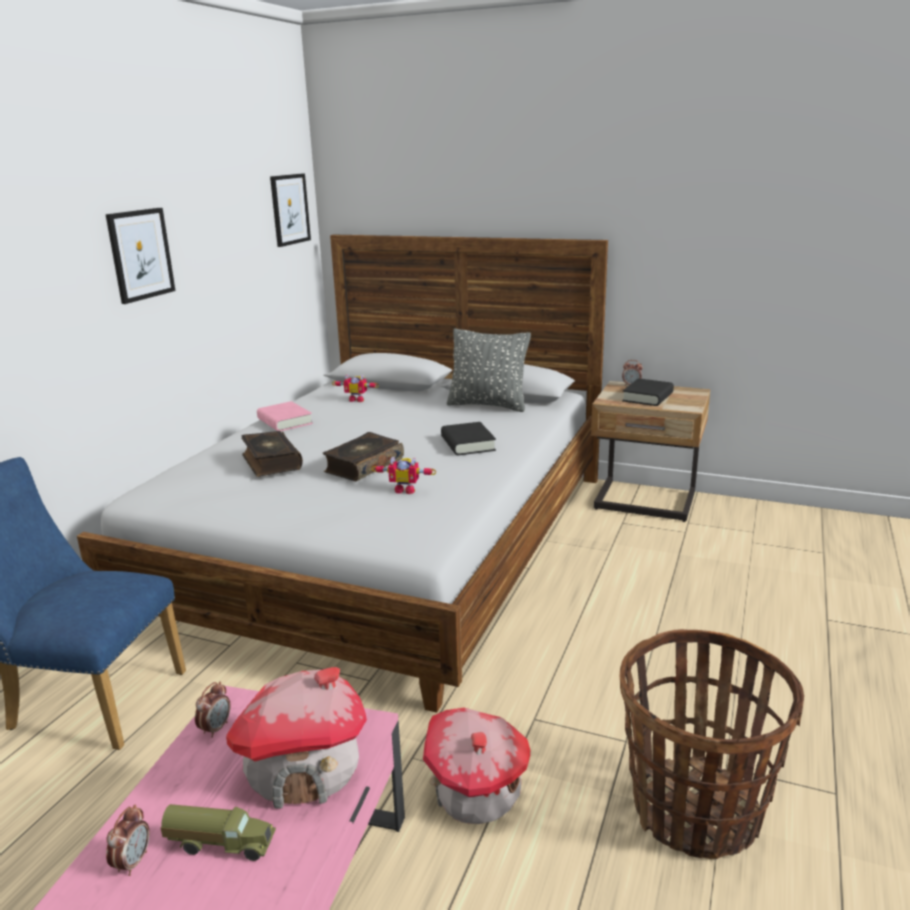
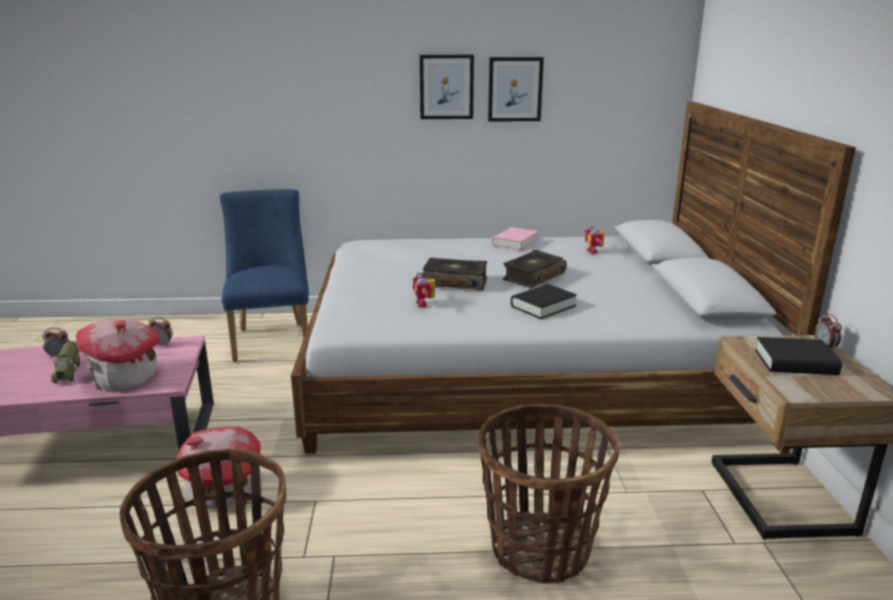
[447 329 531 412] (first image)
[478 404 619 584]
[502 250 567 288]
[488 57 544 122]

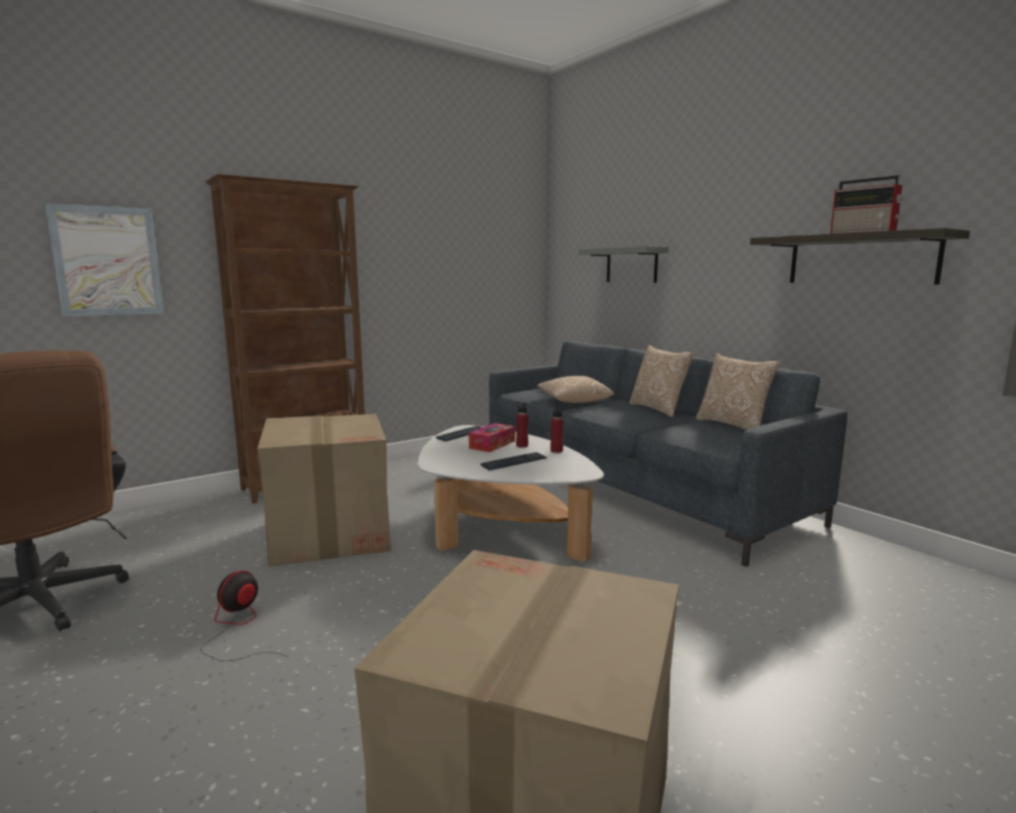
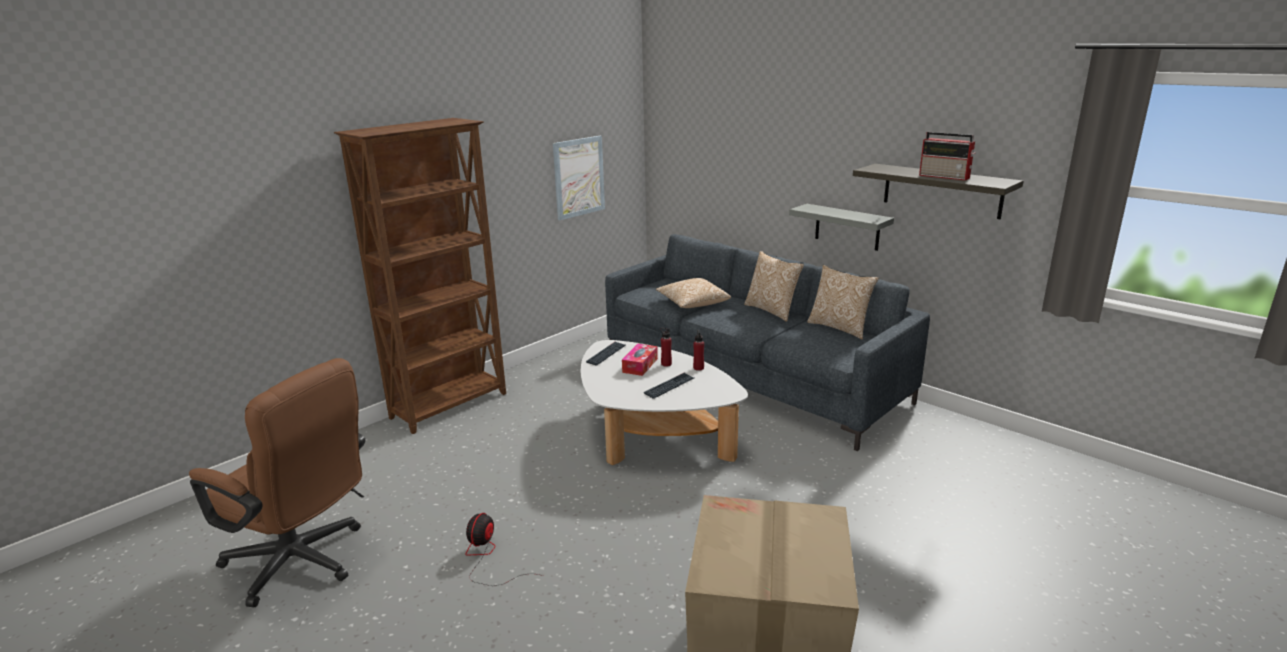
[257 414 391 567] (first image)
[553 136 605 220]
[789 204 894 251]

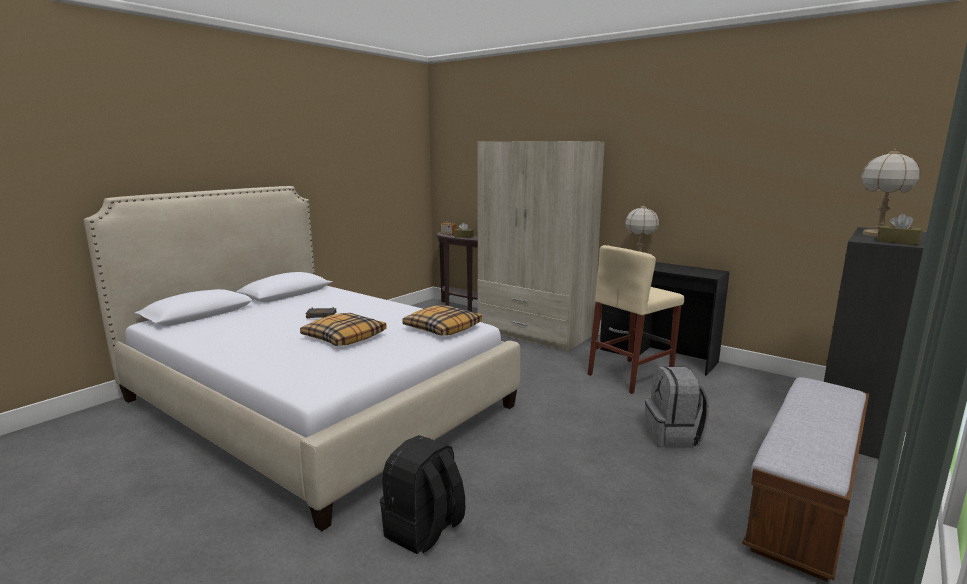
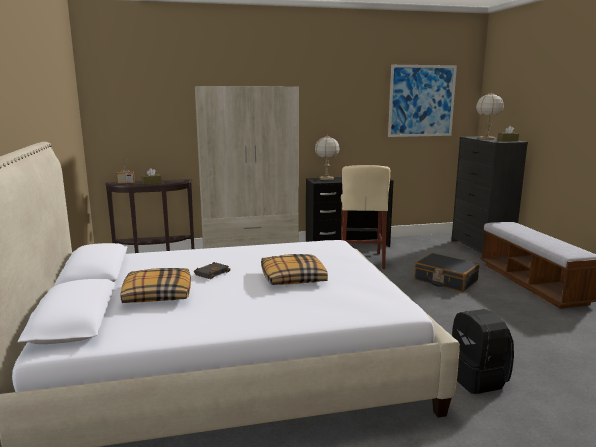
[388 65 457 137]
[120 268 191 303]
[415 253 480 292]

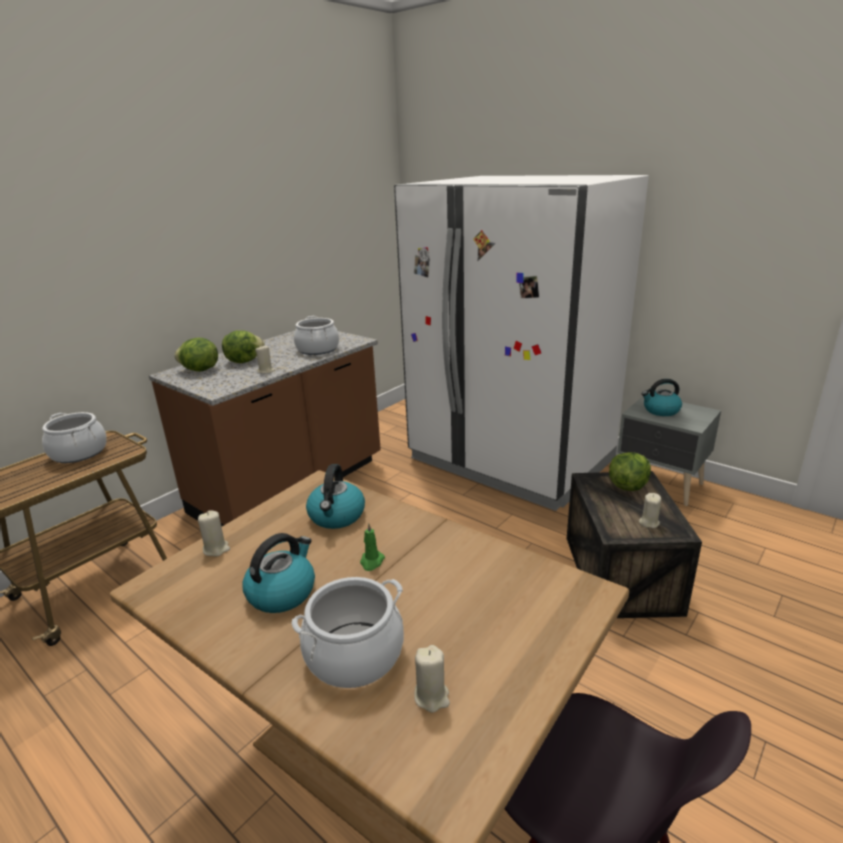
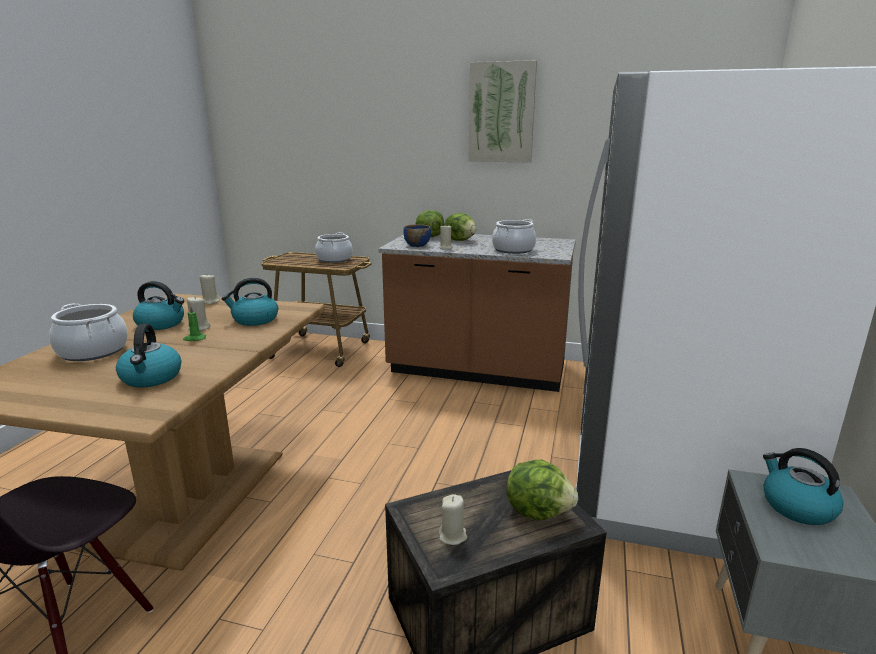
[116 324 181 388]
[404 224 431 247]
[468 60 537 163]
[187 296 211 331]

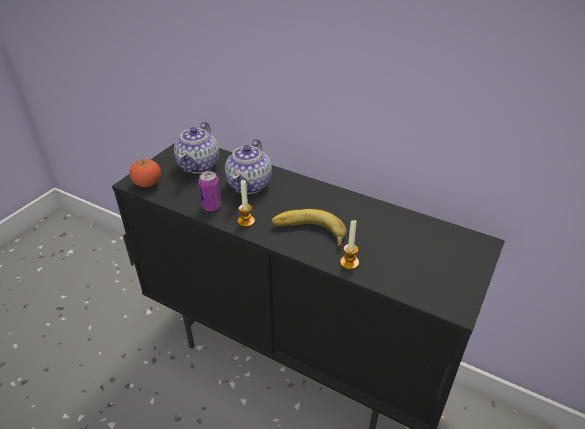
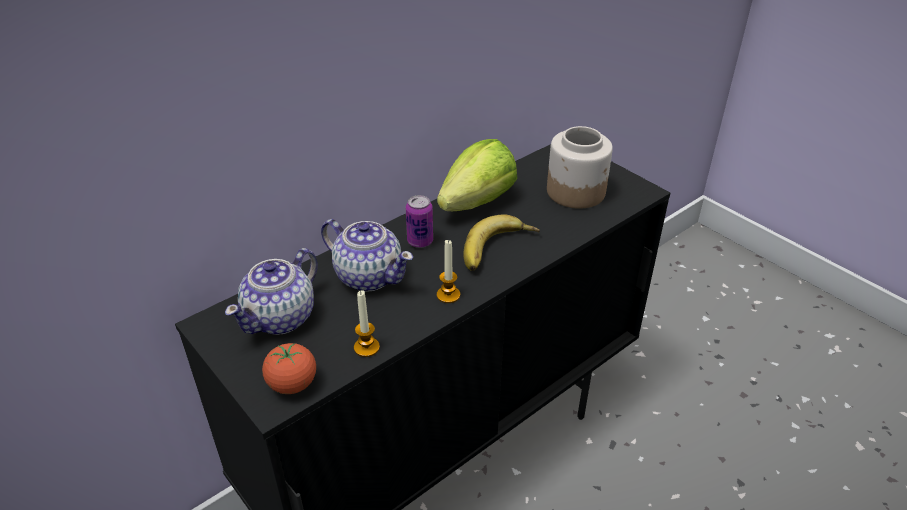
[437 139 517 211]
[547 126 613 209]
[406 195 433 248]
[354 290 380 357]
[225 248 318 335]

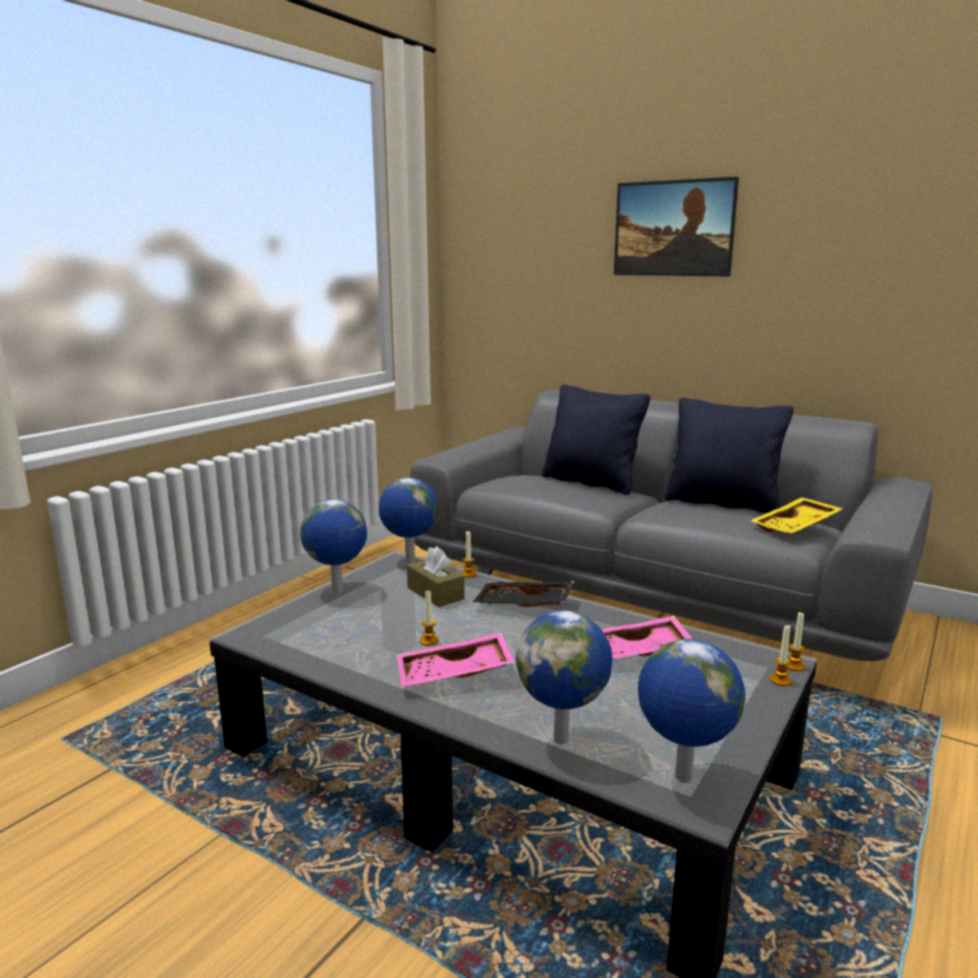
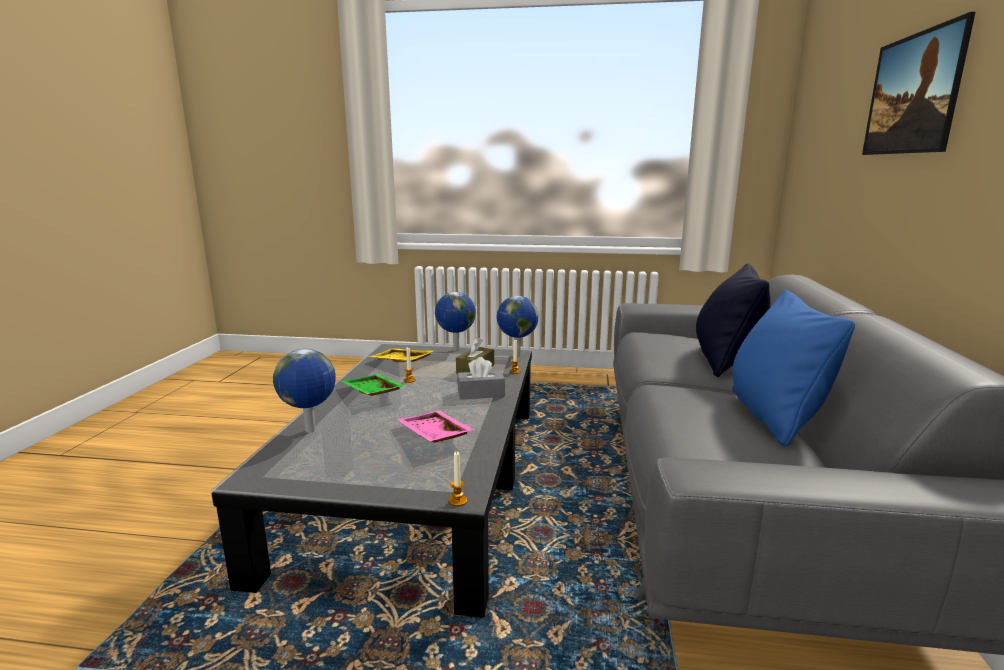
[638 639 745 783] (first image)
[770 624 792 686] (first image)
[368 348 434 362]
[457 357 505 400]
[342 374 406 396]
[732 290 855 447]

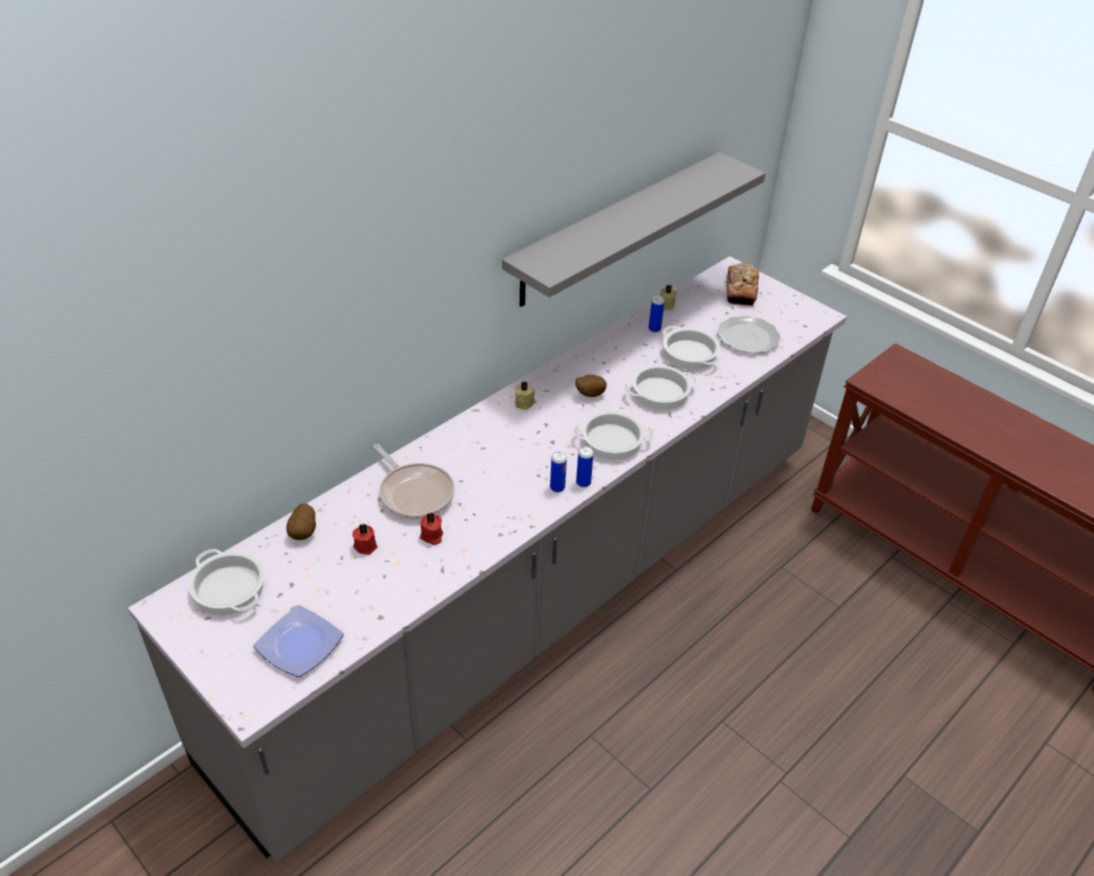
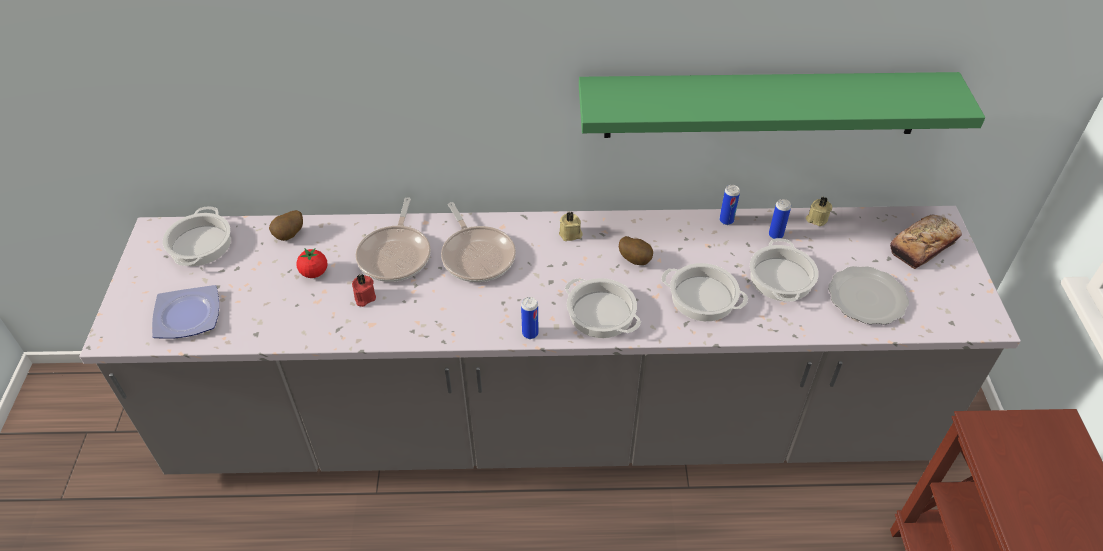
[441 202 516 282]
[719 185 740 225]
[297 248 327 278]
[579 72 985 138]

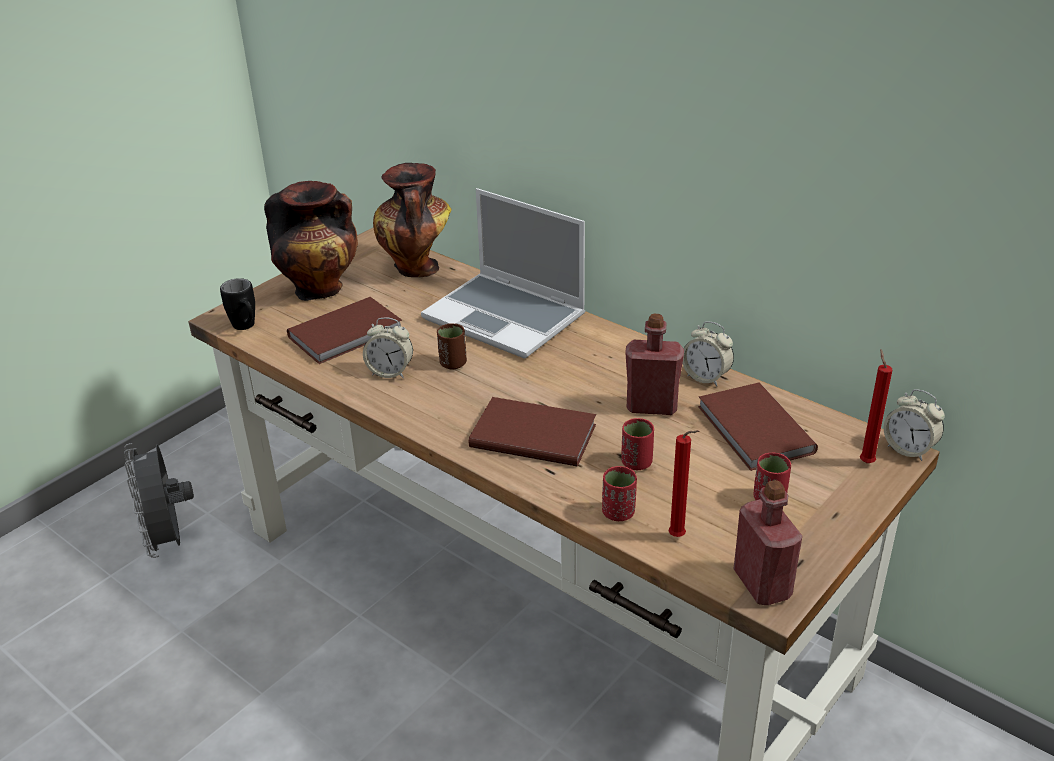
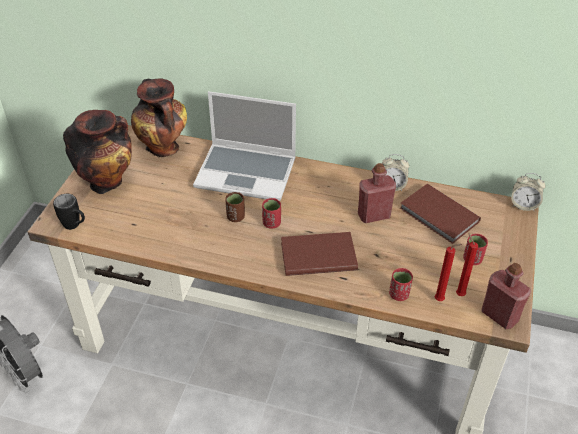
[287 297 402 364] (first image)
[363 317 413 378] (first image)
[262 198 281 229]
[456 233 478 296]

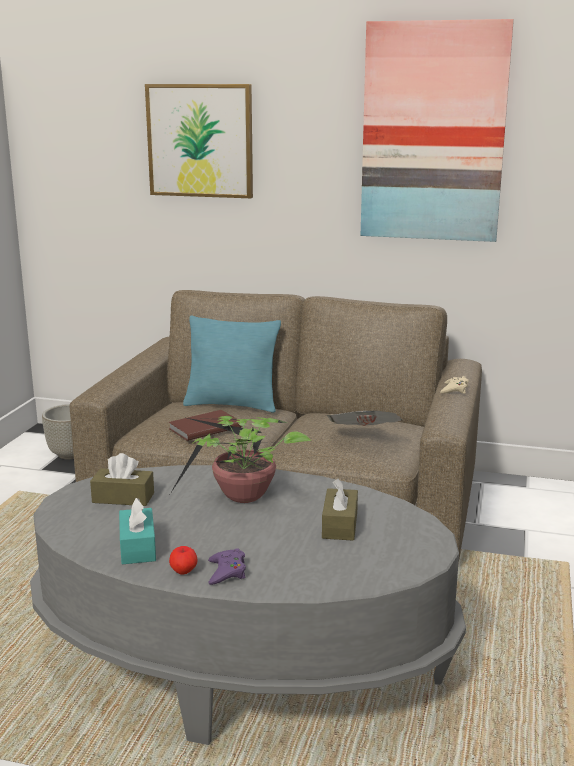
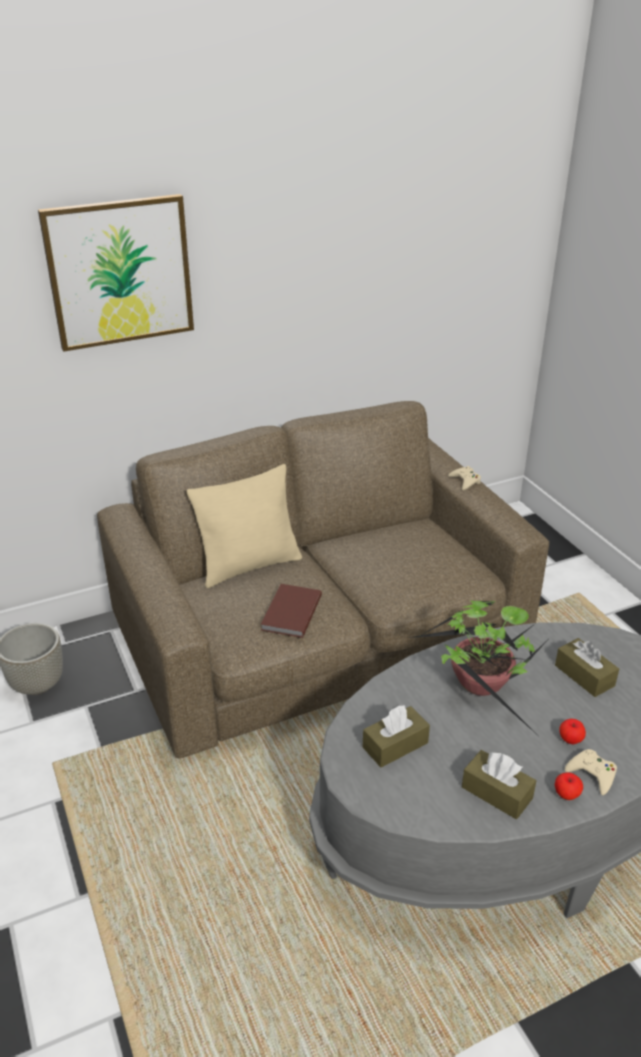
[326 411 403 426] (first image)
[361 19 514 242] (first image)
[559 719 586 744]
[462 750 536 819]
[187 464 302 588]
[565 749 617 795]

